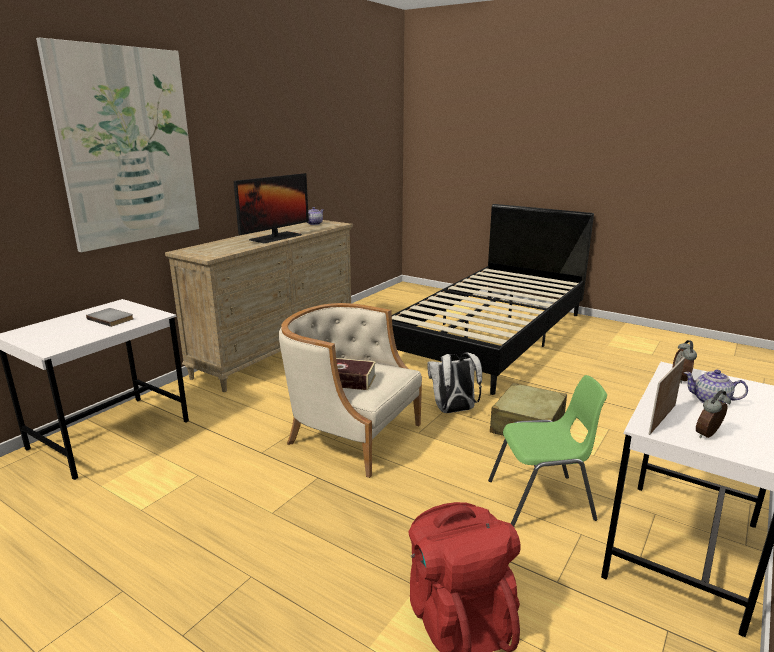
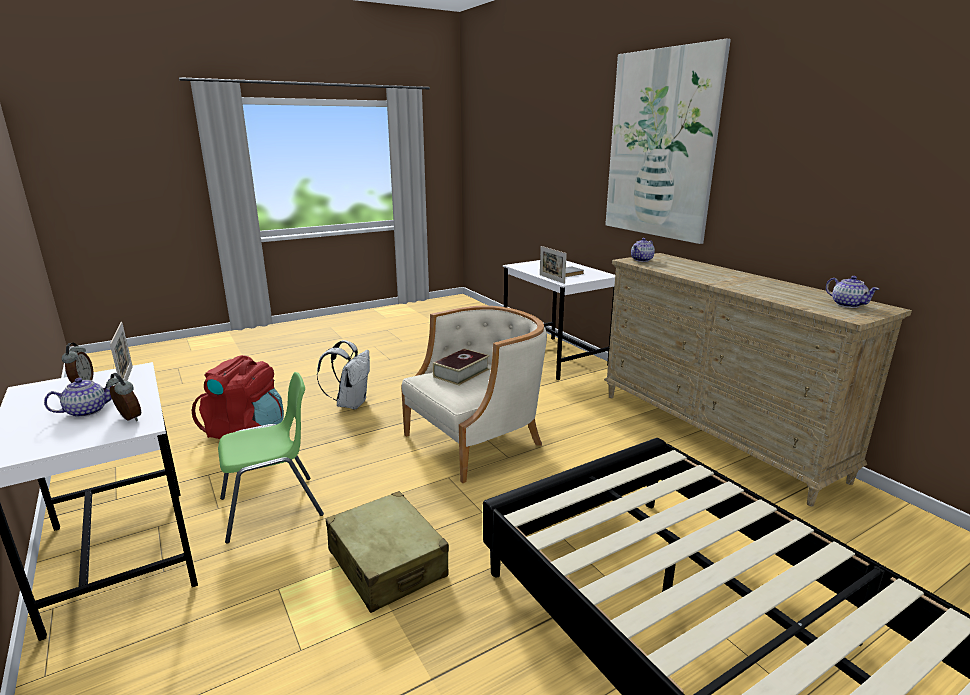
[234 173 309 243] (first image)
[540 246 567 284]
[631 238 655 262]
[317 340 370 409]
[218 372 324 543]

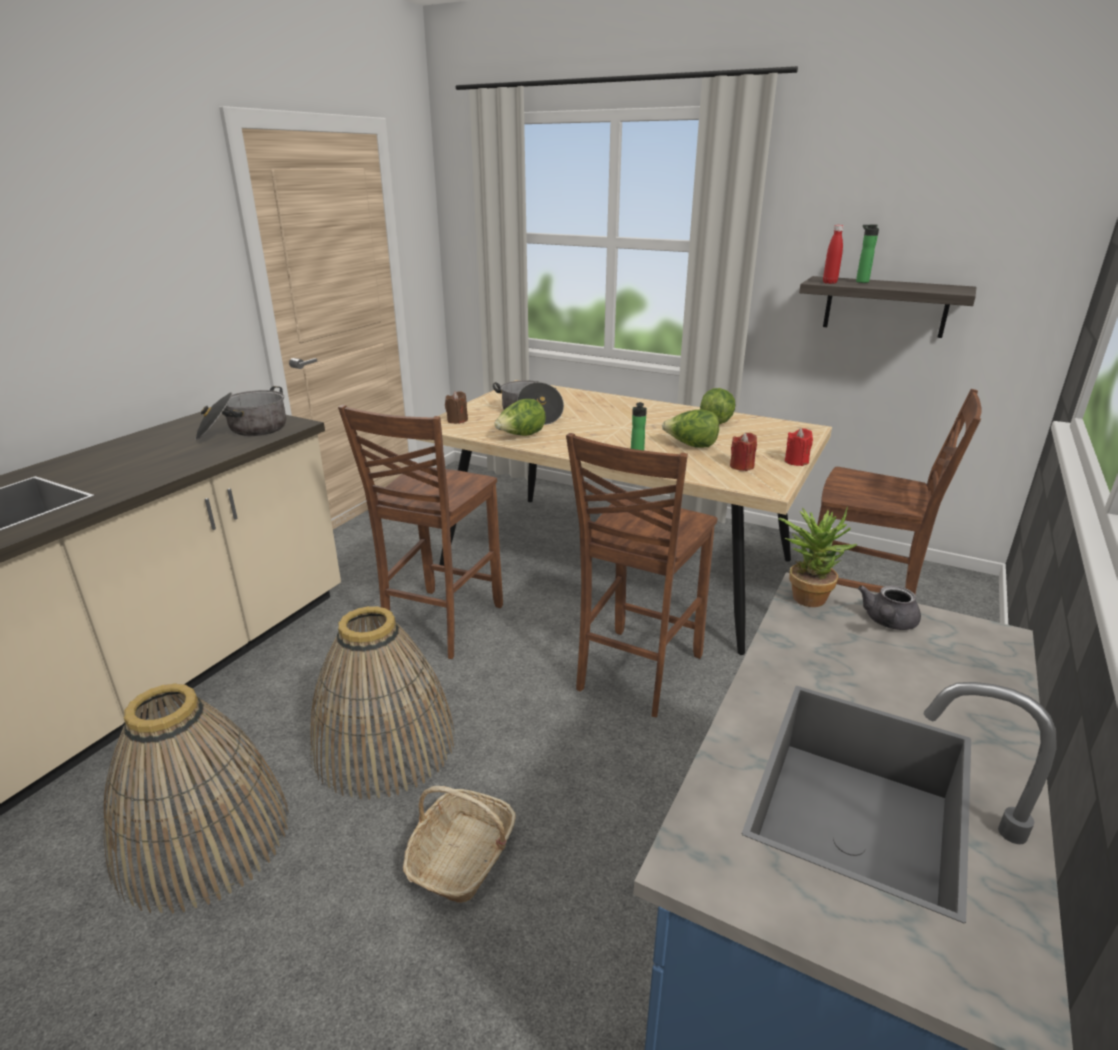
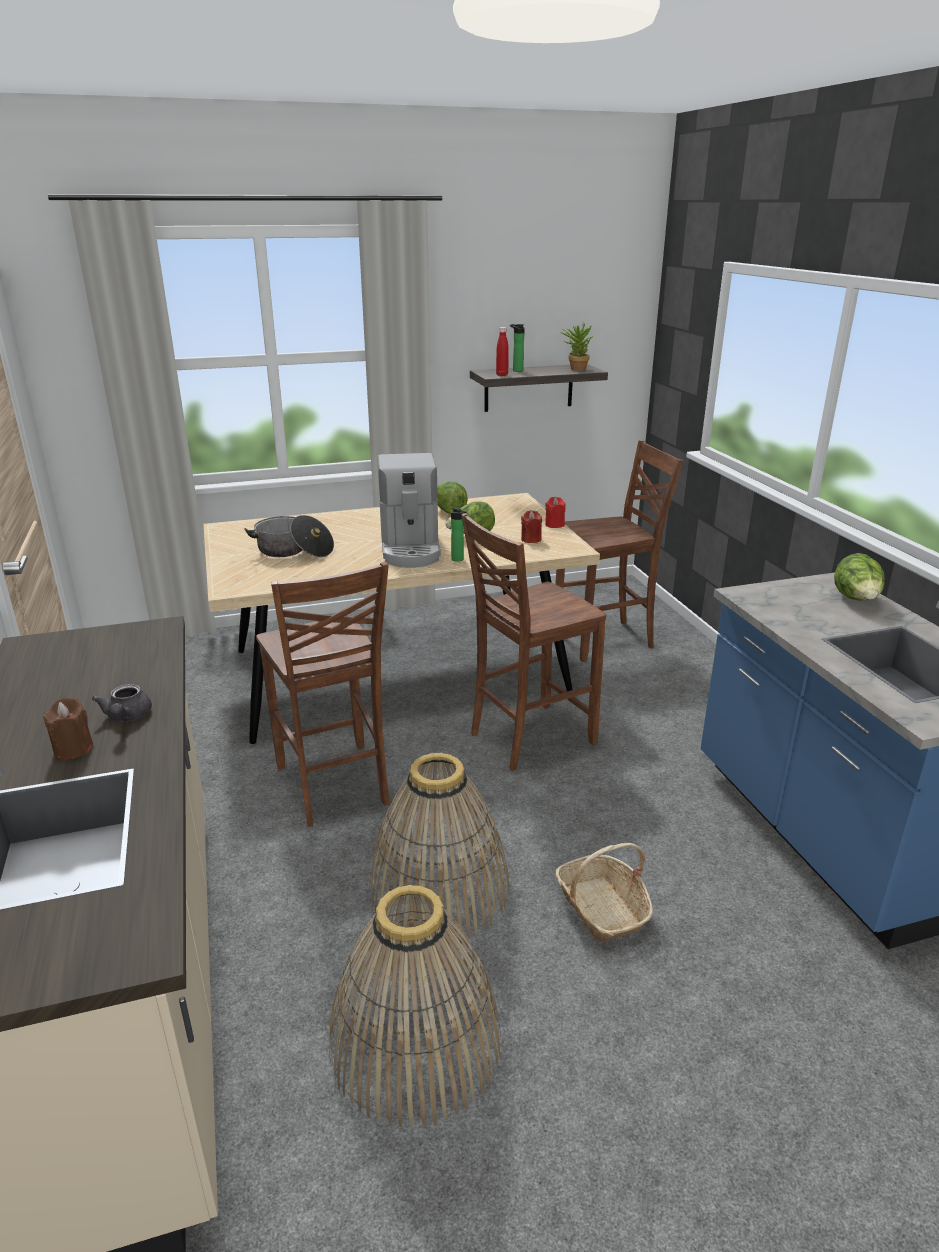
[195 386 286 440] (first image)
[377 453 441 568]
[42 697 93 759]
[834 553 885 601]
[560 324 593 371]
[92 684 152 722]
[461 513 606 771]

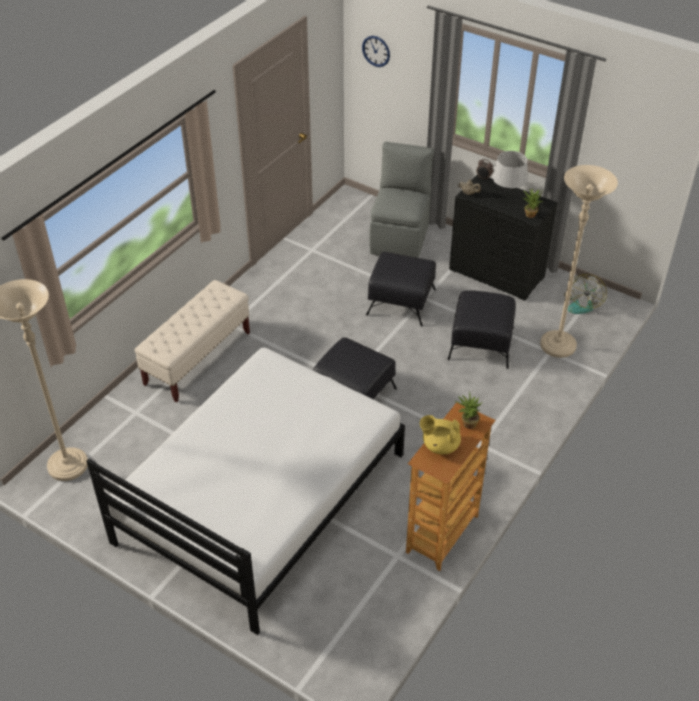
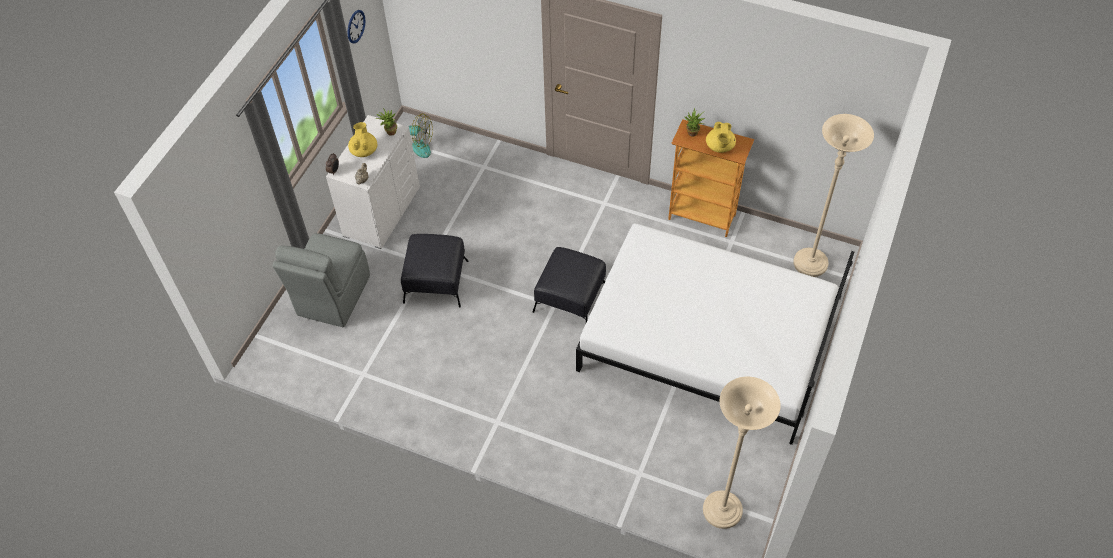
[134 280 250 403] (first image)
[448 290 516 369] (first image)
[347 10 365 44]
[793 114 874 277]
[348 122 377 157]
[326 115 420 249]
[273 233 370 327]

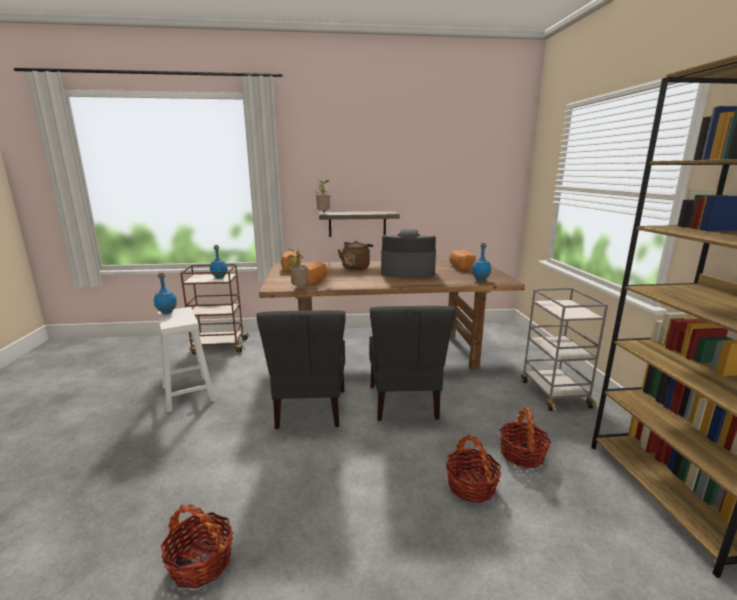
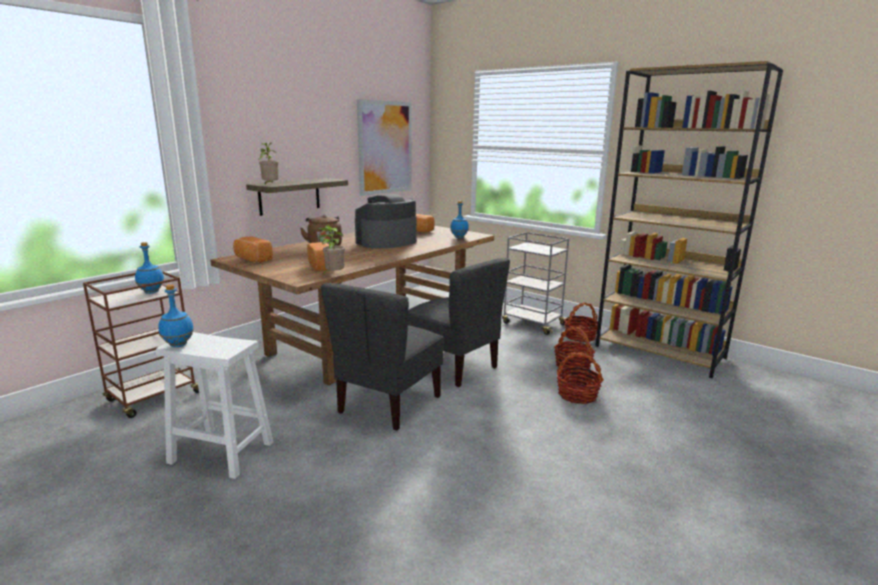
[357 99 412 196]
[564 302 598 342]
[321 283 443 431]

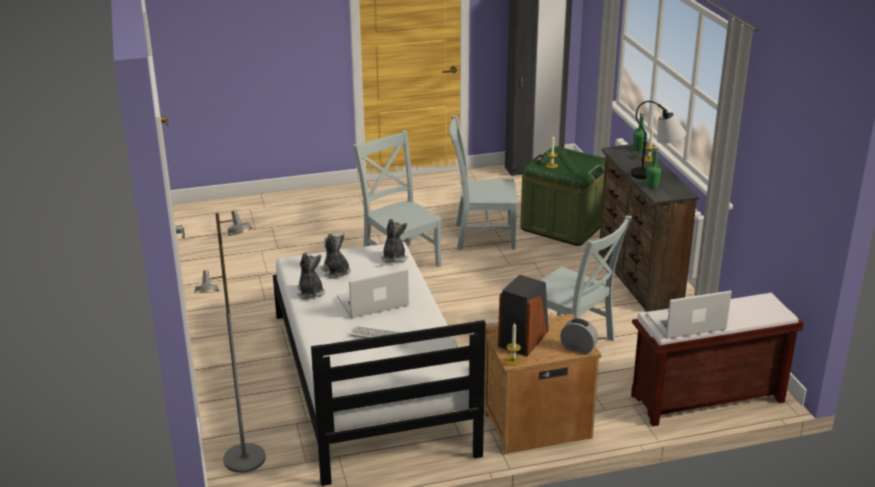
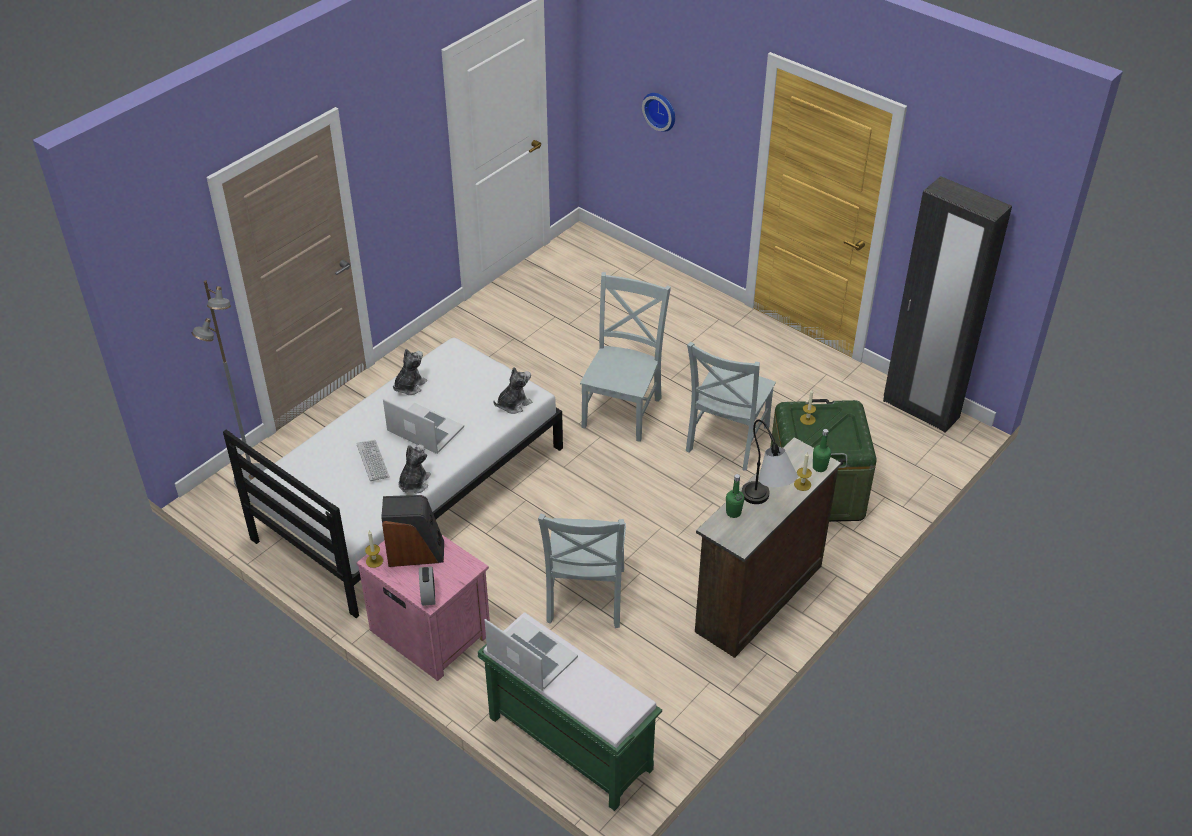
[642 93 675 132]
[398 445 431 494]
[357 535 490 681]
[478 613 662 811]
[686 342 776 471]

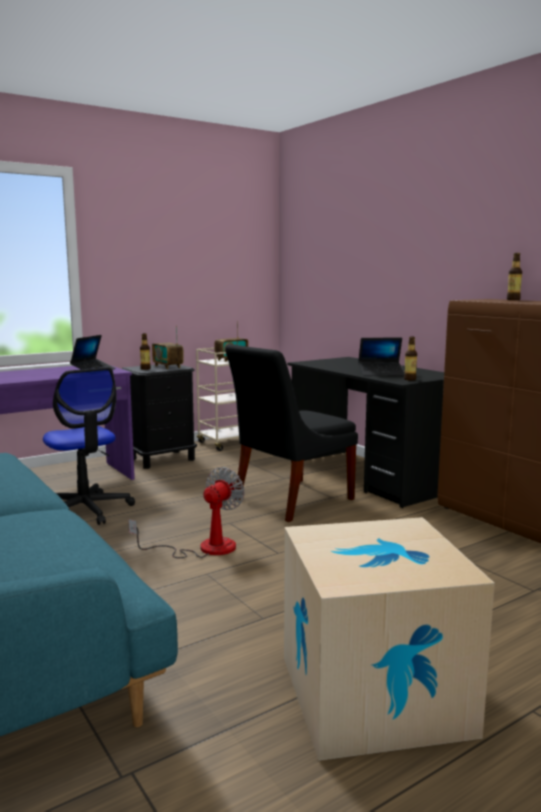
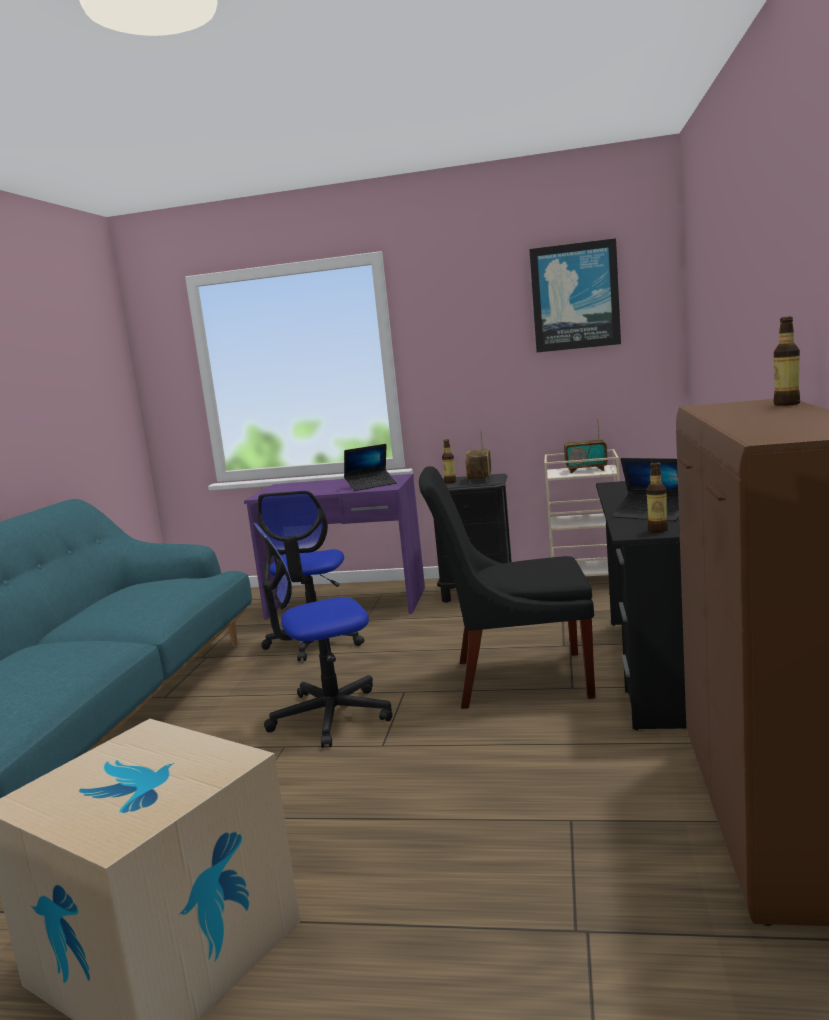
[529 238 621 352]
[253 523 392 748]

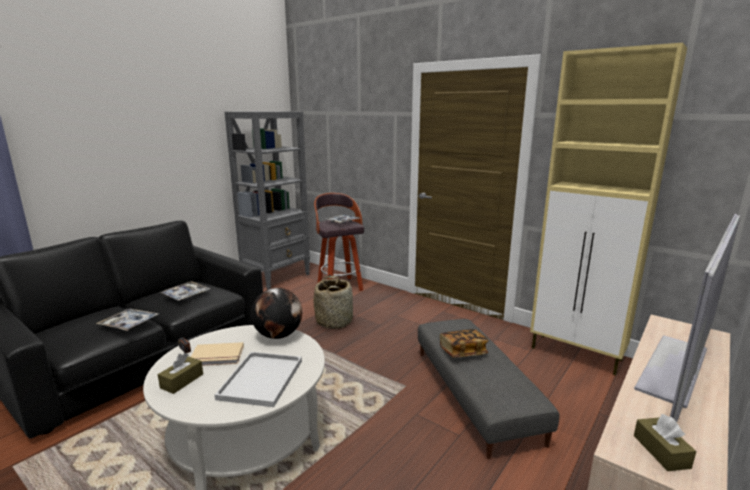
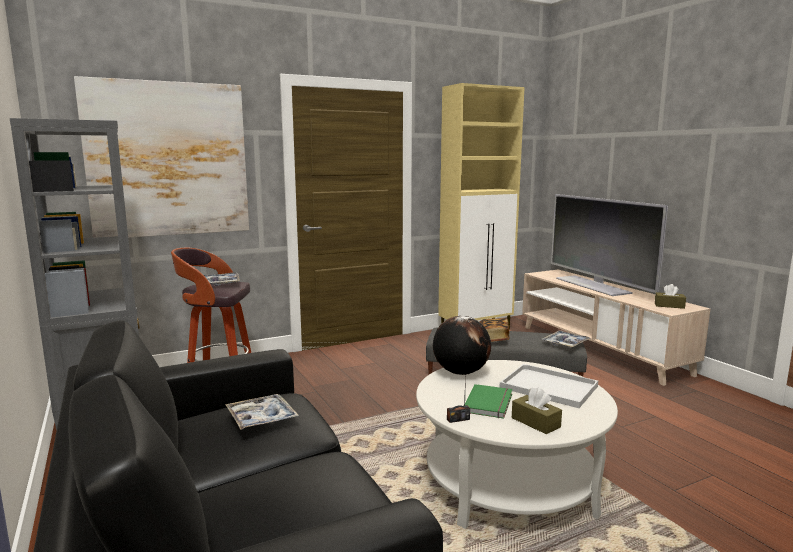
[314 276 353 329] (first image)
[74 76 249 238]
[542 331 591 348]
[465 384 512 419]

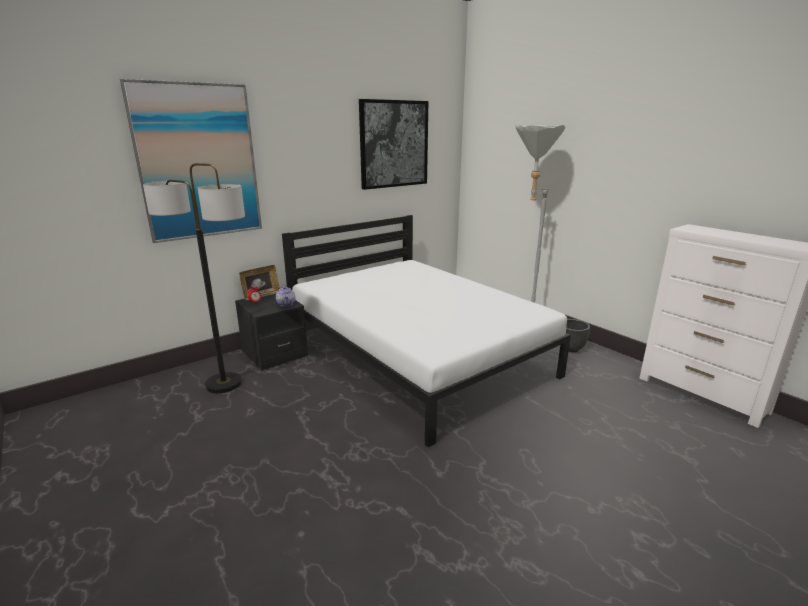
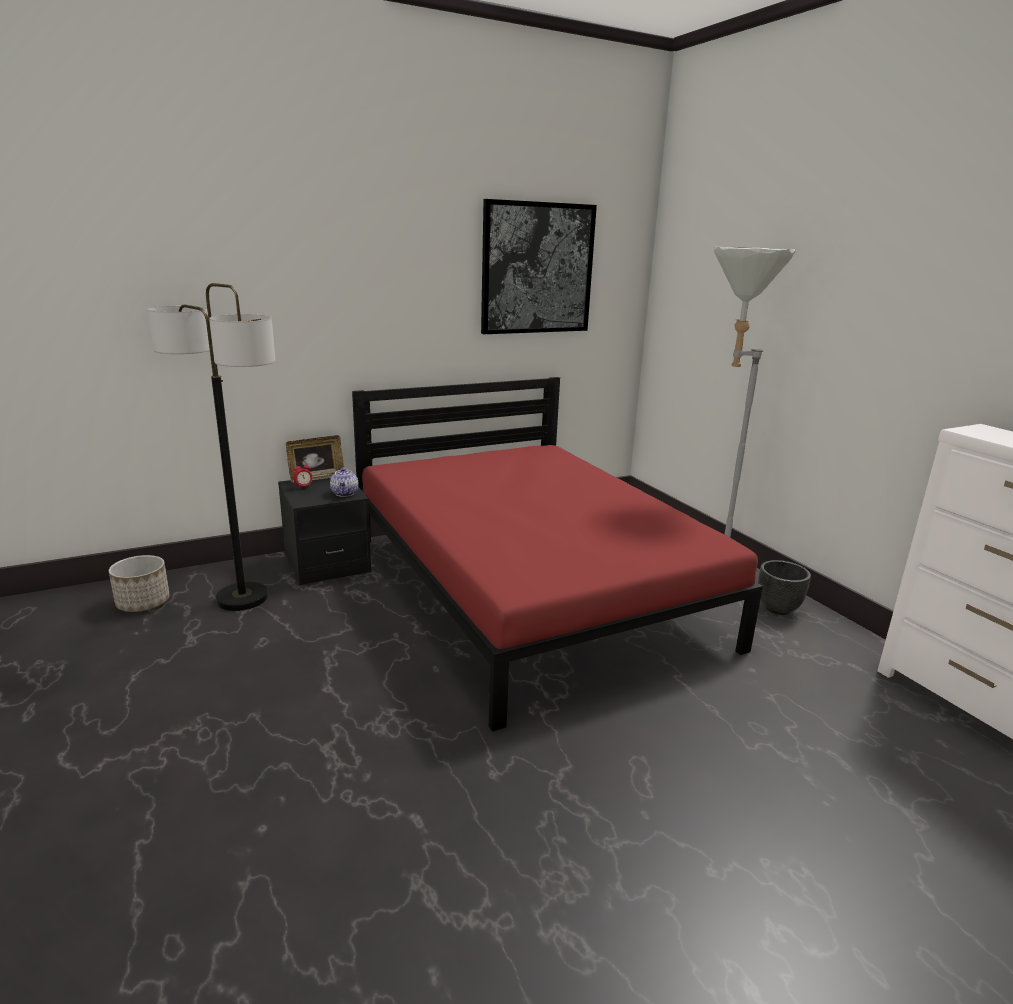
[120 79 262 243] (first image)
[109 555 170 612]
[352 377 763 732]

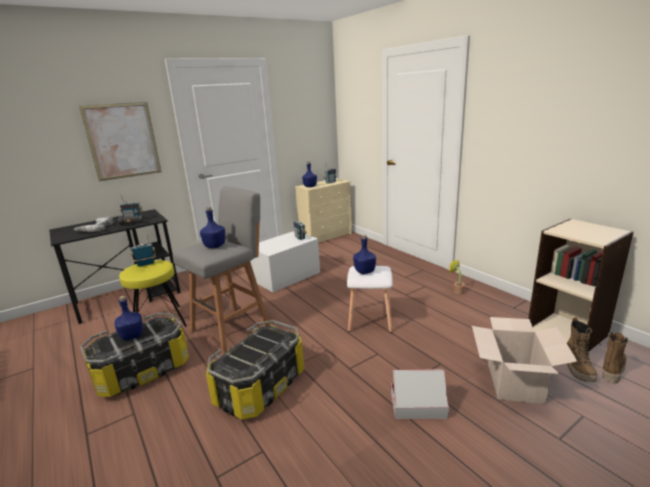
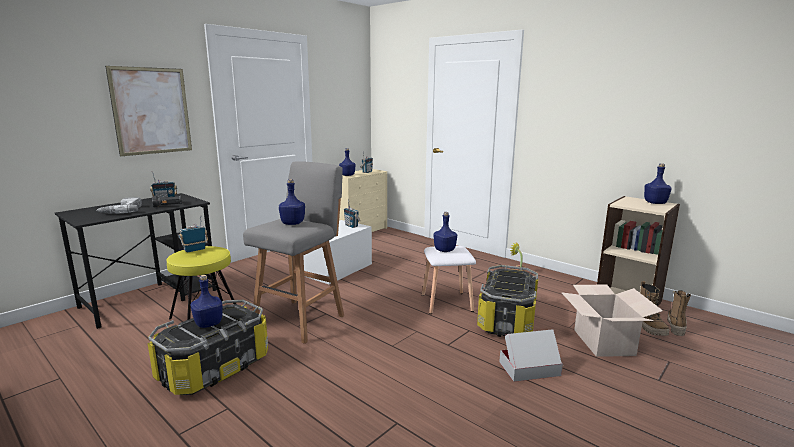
[644 163 672 204]
[477 265 538 337]

